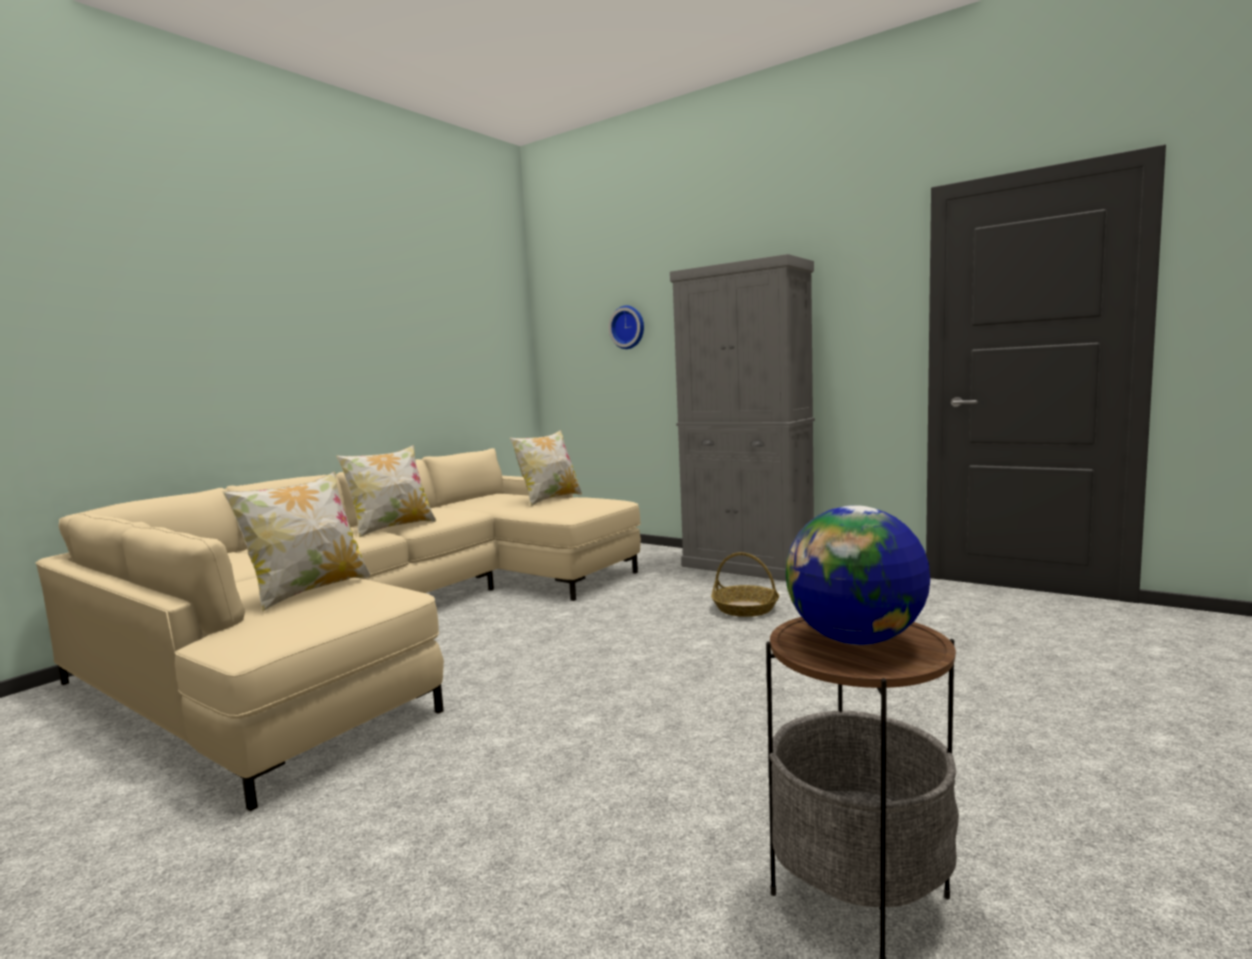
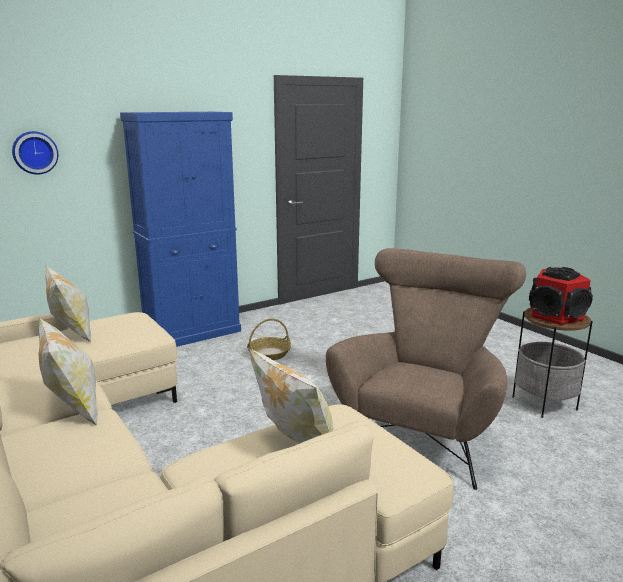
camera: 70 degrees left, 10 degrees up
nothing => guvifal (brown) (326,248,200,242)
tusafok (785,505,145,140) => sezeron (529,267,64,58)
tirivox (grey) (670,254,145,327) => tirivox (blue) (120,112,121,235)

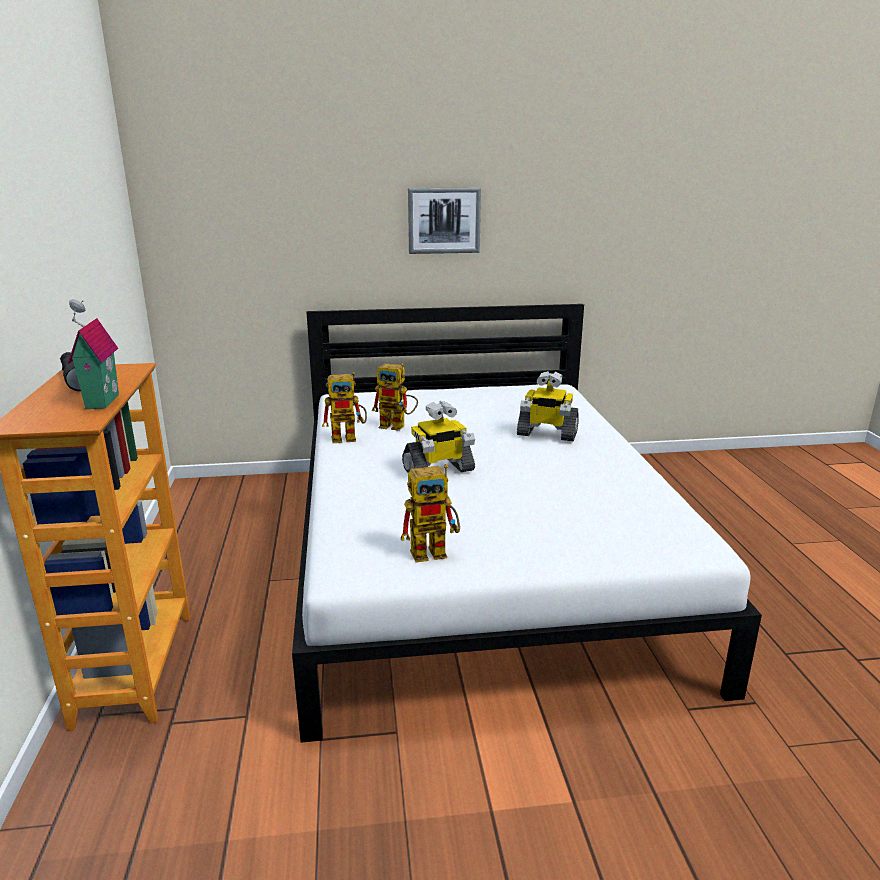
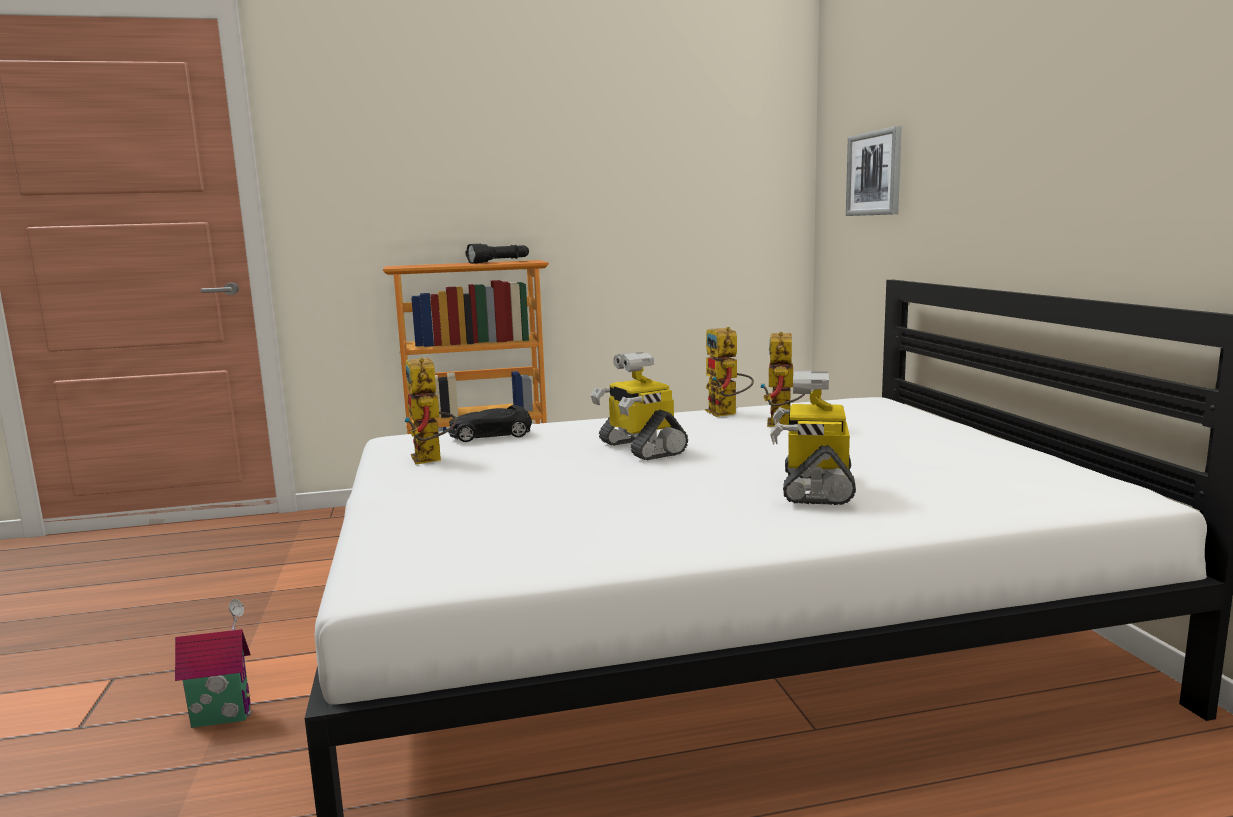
camera: 85 degrees right, 10 degrees down
nothing => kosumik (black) (448,405,84,37)
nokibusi (68,300,51,109) => nokibusi (175,599,77,129), relocated
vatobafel (408,188,73,66) => vatobafel (846,126,56,90), relocated

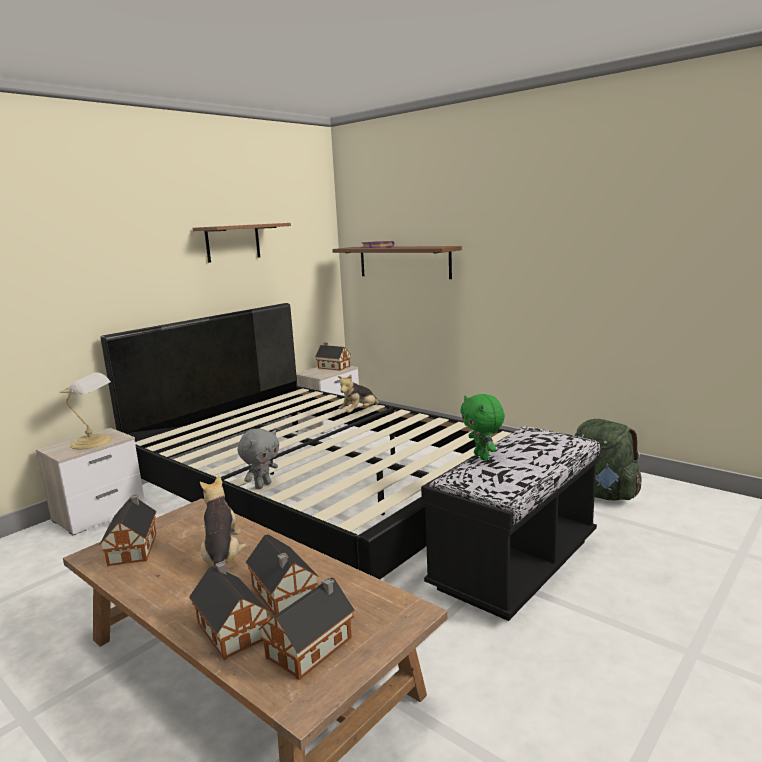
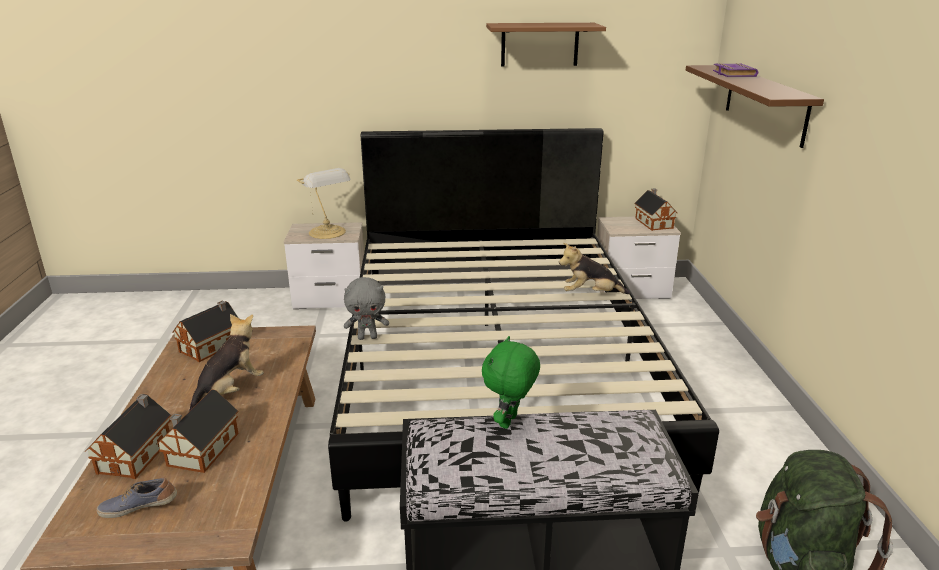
camera: 45 degrees right, 10 degrees up
nokibusi (258,577,97,103) => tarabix (96,477,81,41)

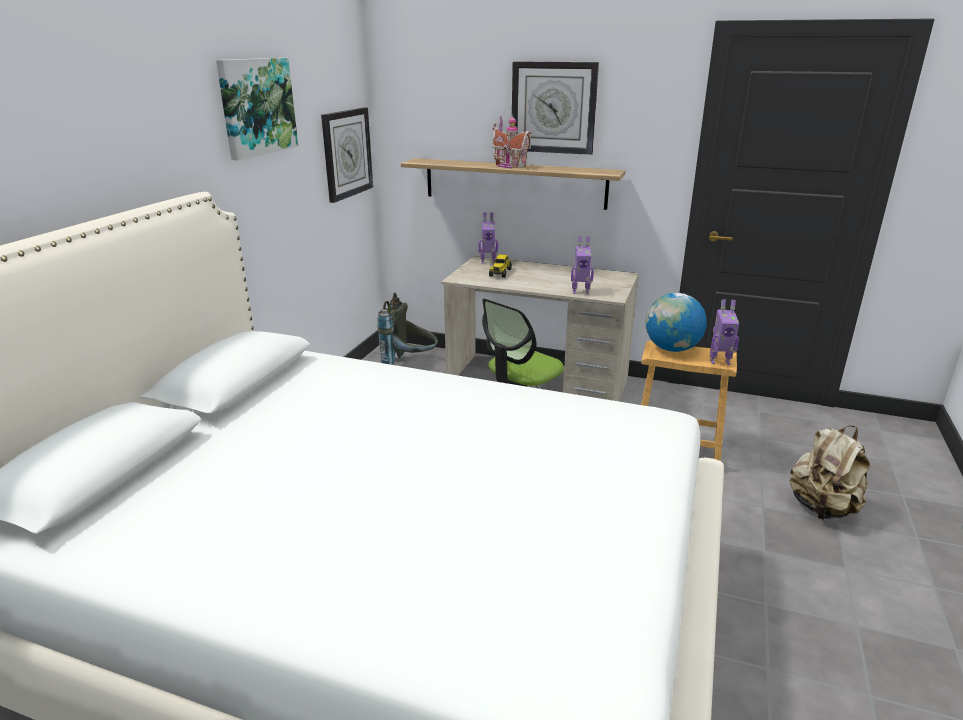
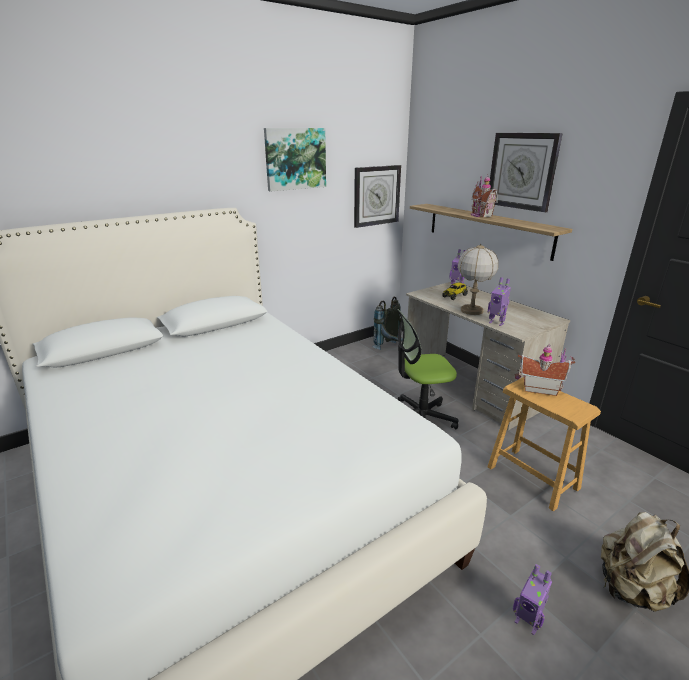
camera: 35 degrees right, 0 degrees up
nothing => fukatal (458,244,41,71)
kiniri (710,299,29,66) => kiniri (513,564,39,71), relocated
tusafok (645,293,62,59) => nokibusi (515,344,60,52)

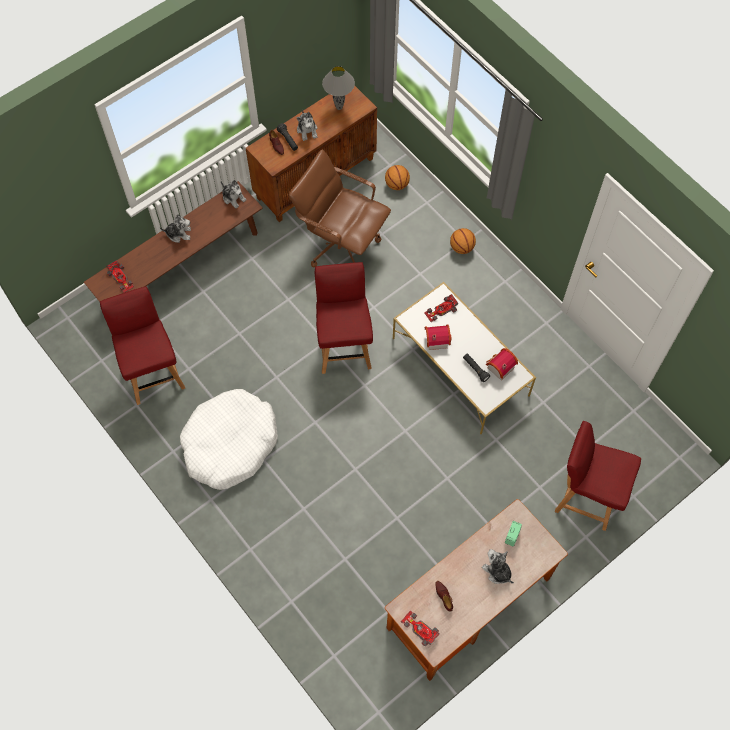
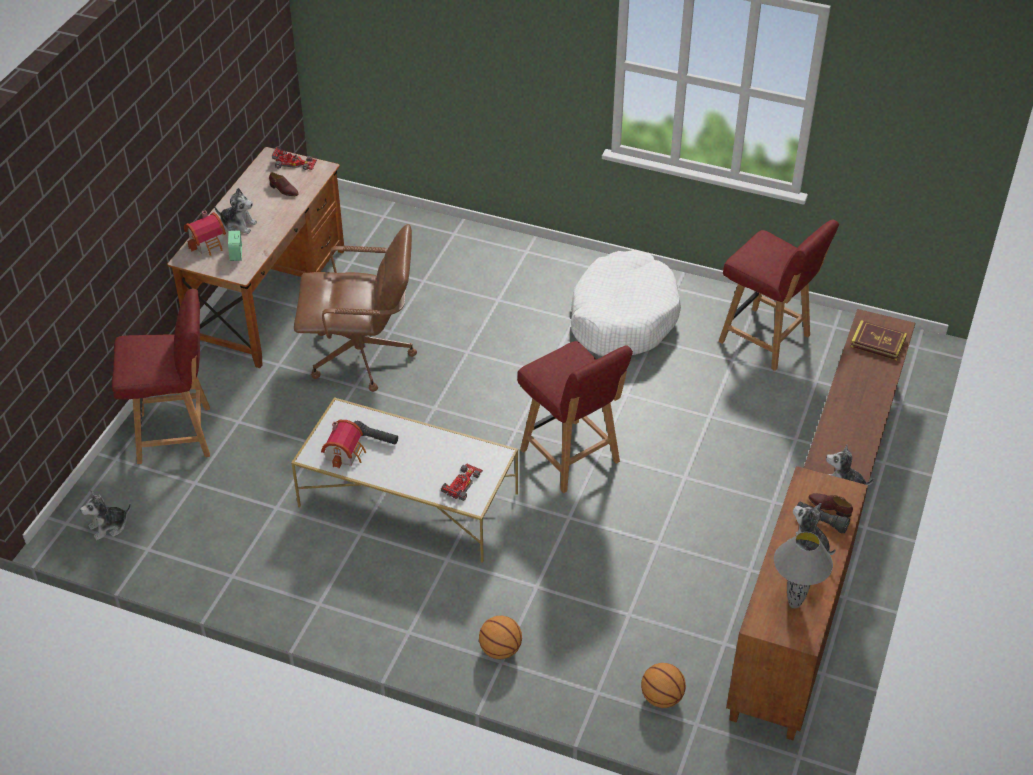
camera: 150 degrees right, 20 degrees down
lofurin (160,214,31,29) => lofurin (80,490,51,50), relocated
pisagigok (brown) (289,149,102,118) => pisagigok (brown) (294,224,123,168), relocated
nokibusi (425,324,26,26) => nokibusi (184,210,42,46), relocated
kosumik (107,260,27,33) => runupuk (850,320,57,40)

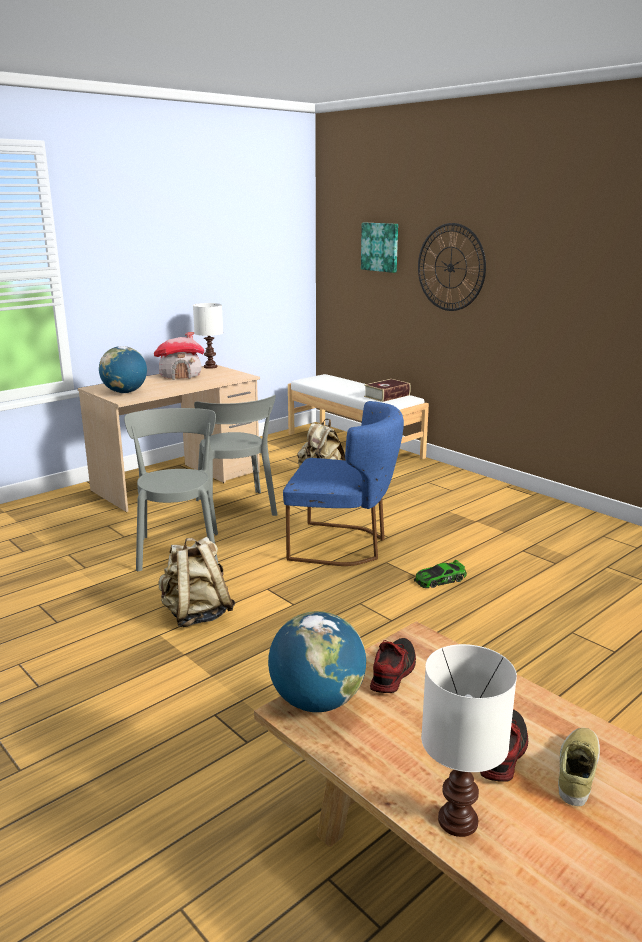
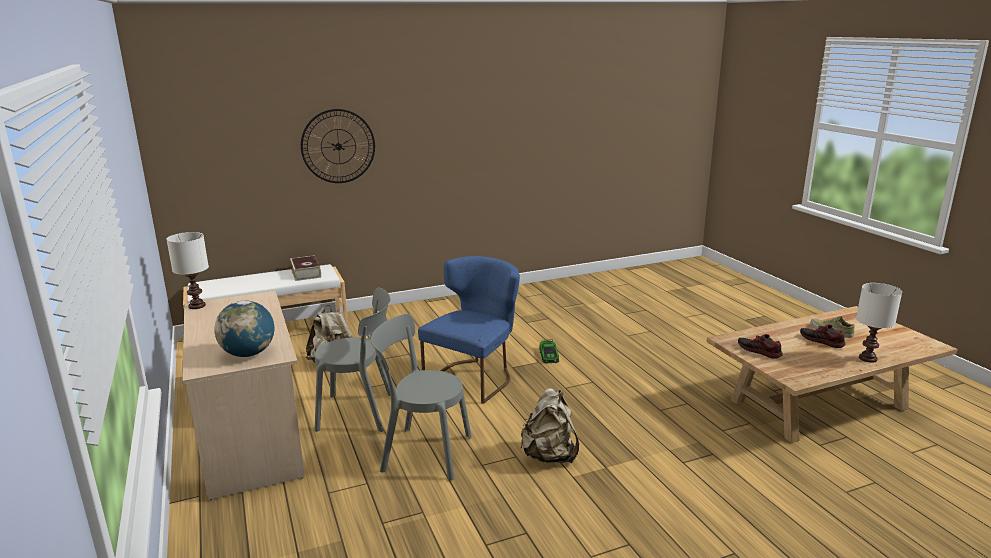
camera: 70 degrees left, 0 degrees up
nokibusi (154,332,50,48) => nothing
tusafok (268,611,98,101) => nothing
vatobafel (361,223,37,50) => nothing

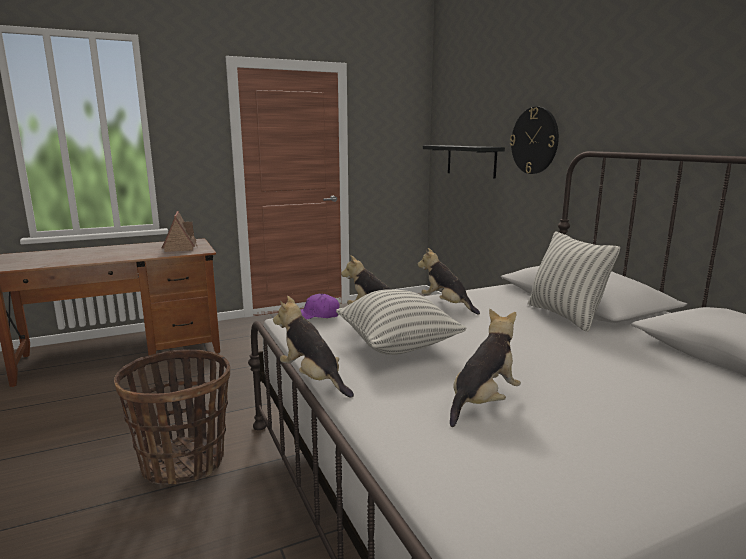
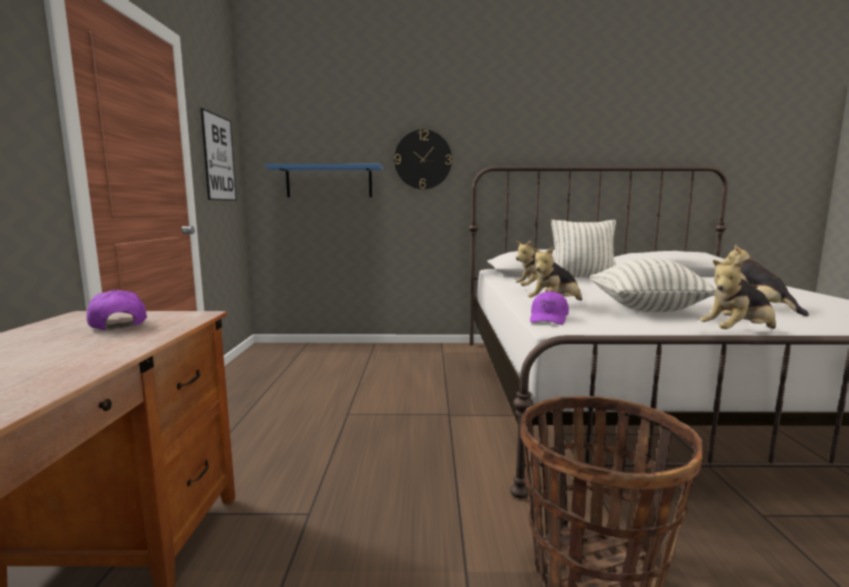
camera: 65 degrees left, 5 degrees down
nothing => vatobafel (200,108,37,93)
nokibusi (162,211,35,41) => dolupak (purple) (87,290,60,40)
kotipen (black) (423,145,82,34) => kotipen (blue) (265,164,118,33)

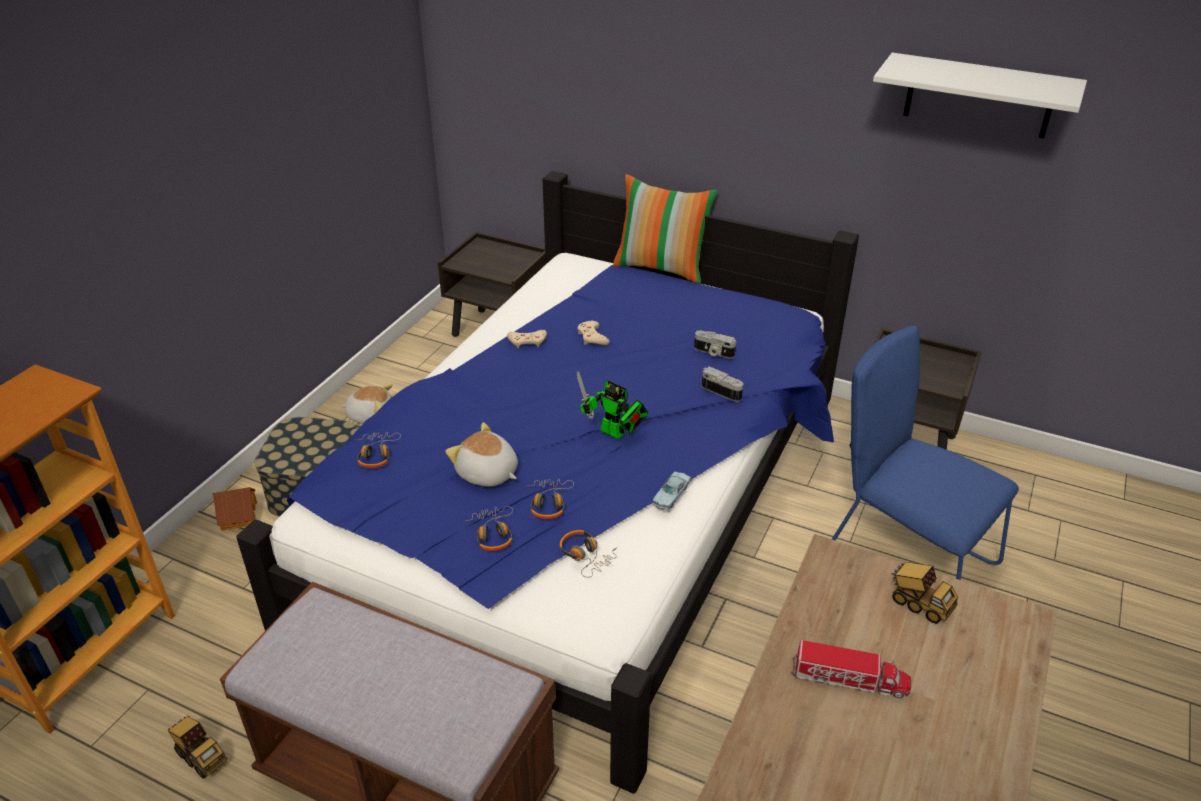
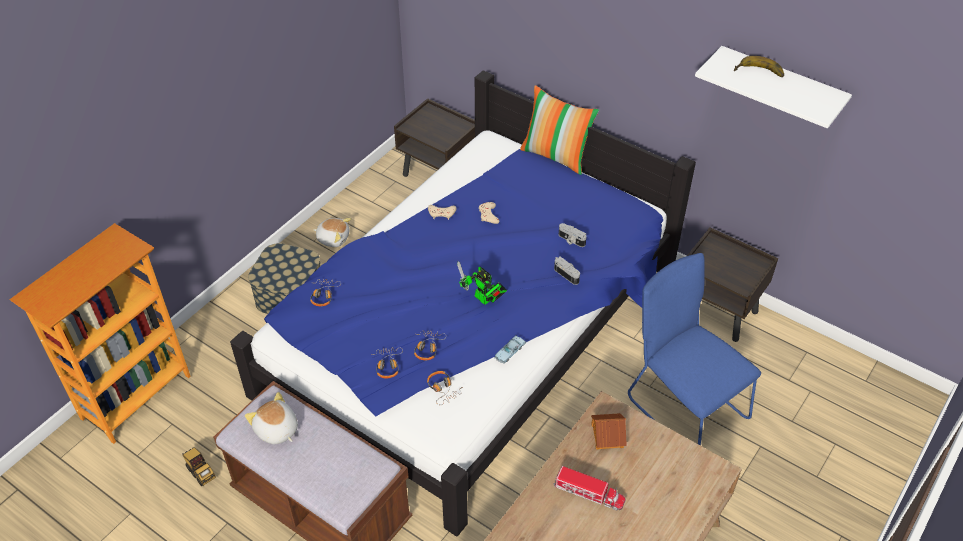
camera: 10 degrees right, 10 degrees up
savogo (892,562,66,62) => nothing
nothing => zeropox (734,56,50,21)
nokibusi (212,487,45,44) => nokibusi (591,413,36,37), relocated
lofurin (446,422,72,65) => lofurin (245,392,53,52), relocated

